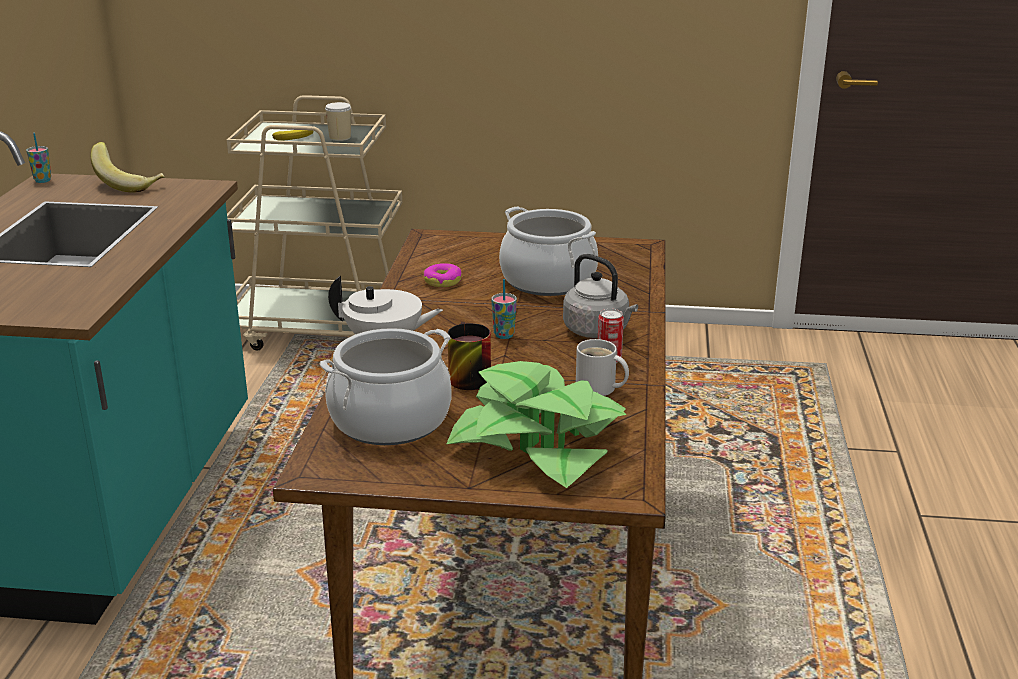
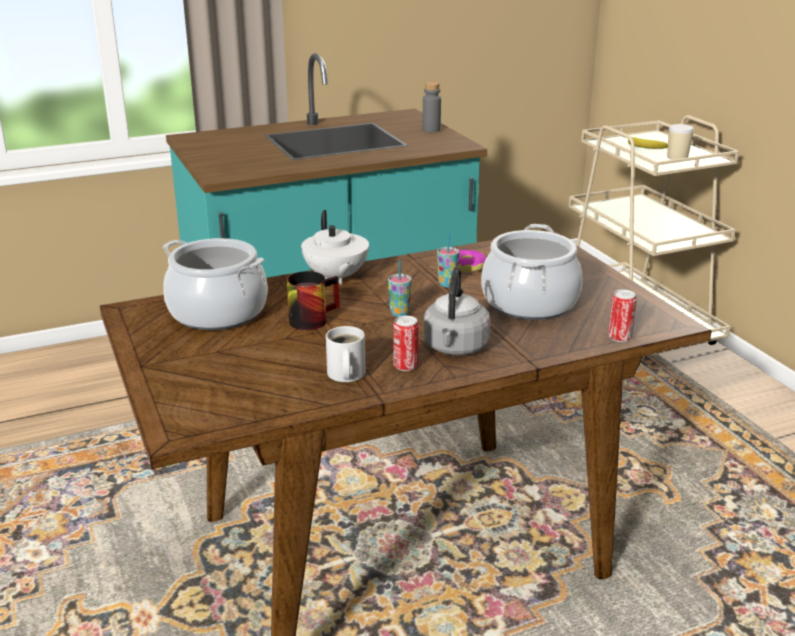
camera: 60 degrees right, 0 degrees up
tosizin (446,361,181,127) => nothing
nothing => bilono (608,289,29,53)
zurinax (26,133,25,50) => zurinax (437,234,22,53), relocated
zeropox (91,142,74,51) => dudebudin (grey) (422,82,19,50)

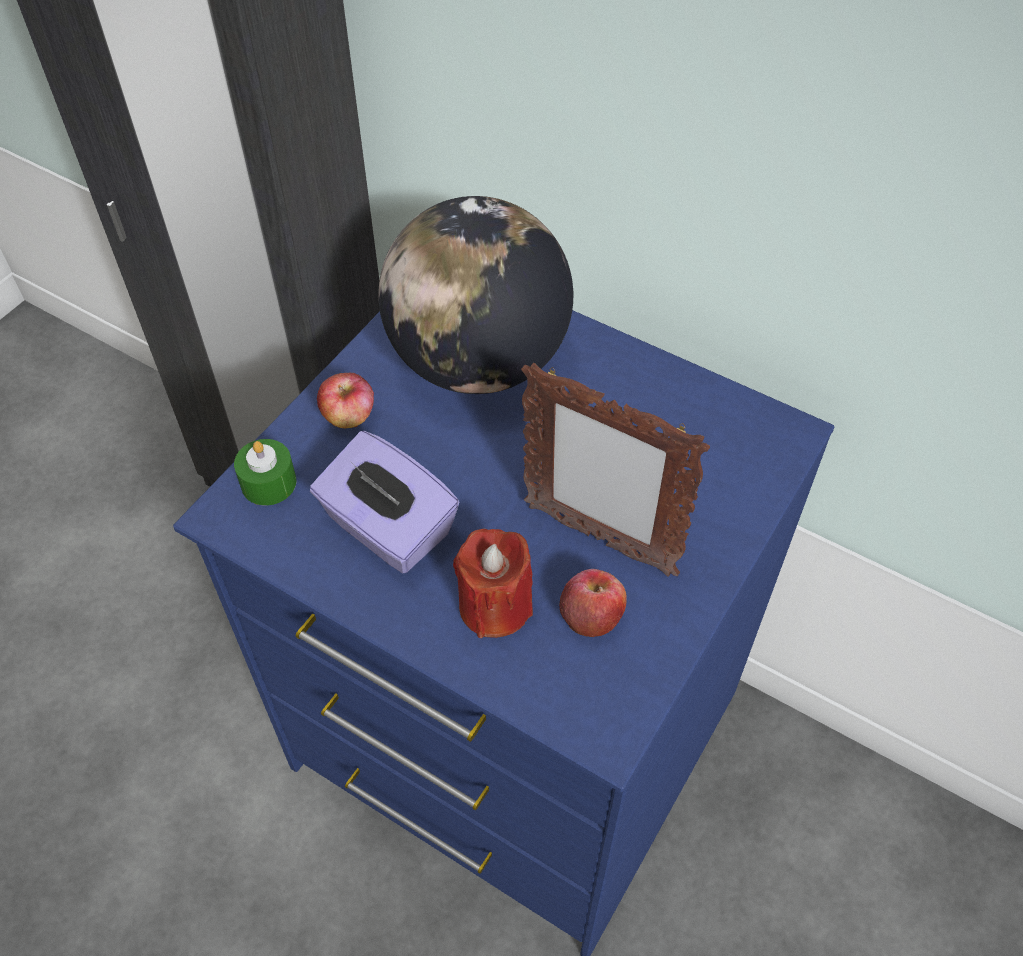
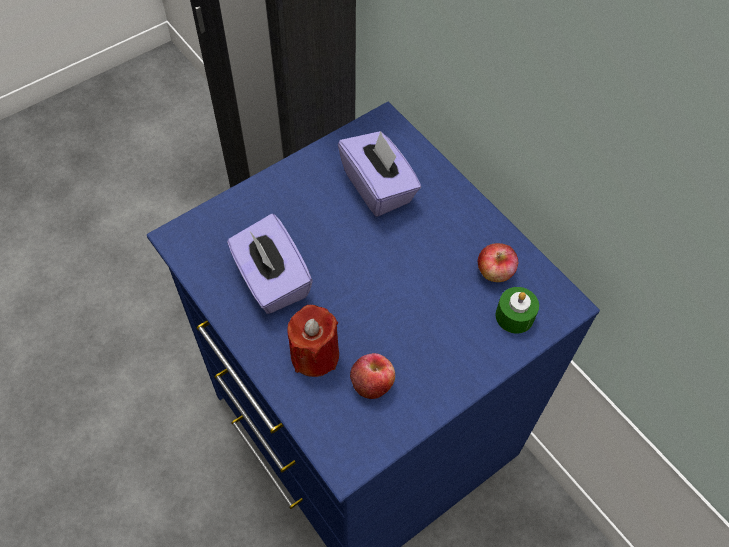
camera: 20 degrees right, 5 degrees up
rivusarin (521,363,189,213) => nothing
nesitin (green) (234,439,63,66) => nesitin (green) (495,287,44,47), relocated
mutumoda (317,373,57,55) => mutumoda (478,243,41,39), relocated
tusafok (378,196,195,198) => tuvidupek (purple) (338,131,83,86)

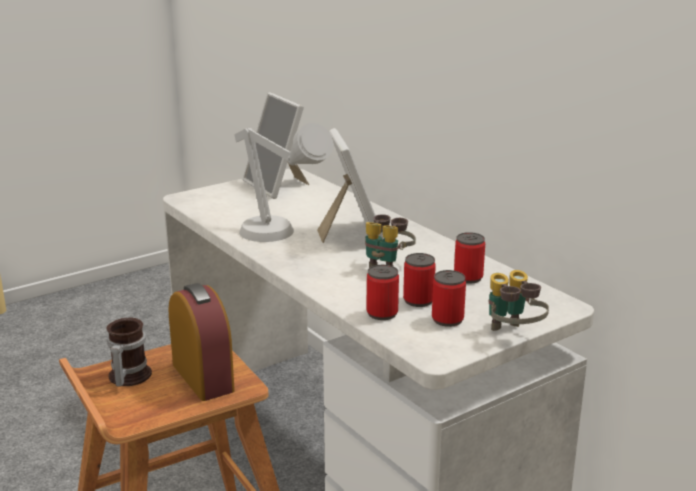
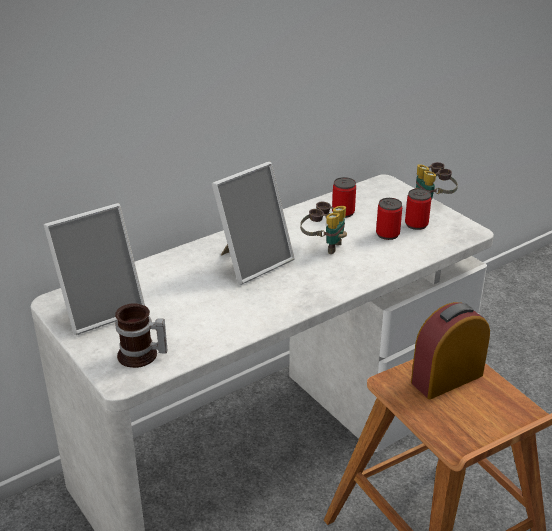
camera: 90 degrees left, 10 degrees up
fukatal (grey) (234,123,99,119) => nothing
bilono (367,265,32,55) => nothing
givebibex (107,317,45,70) => givebibex (115,303,52,65), relocated
rivusarin (317,128,67,115) => rivusarin (212,162,82,123), 150 degrees clockwise

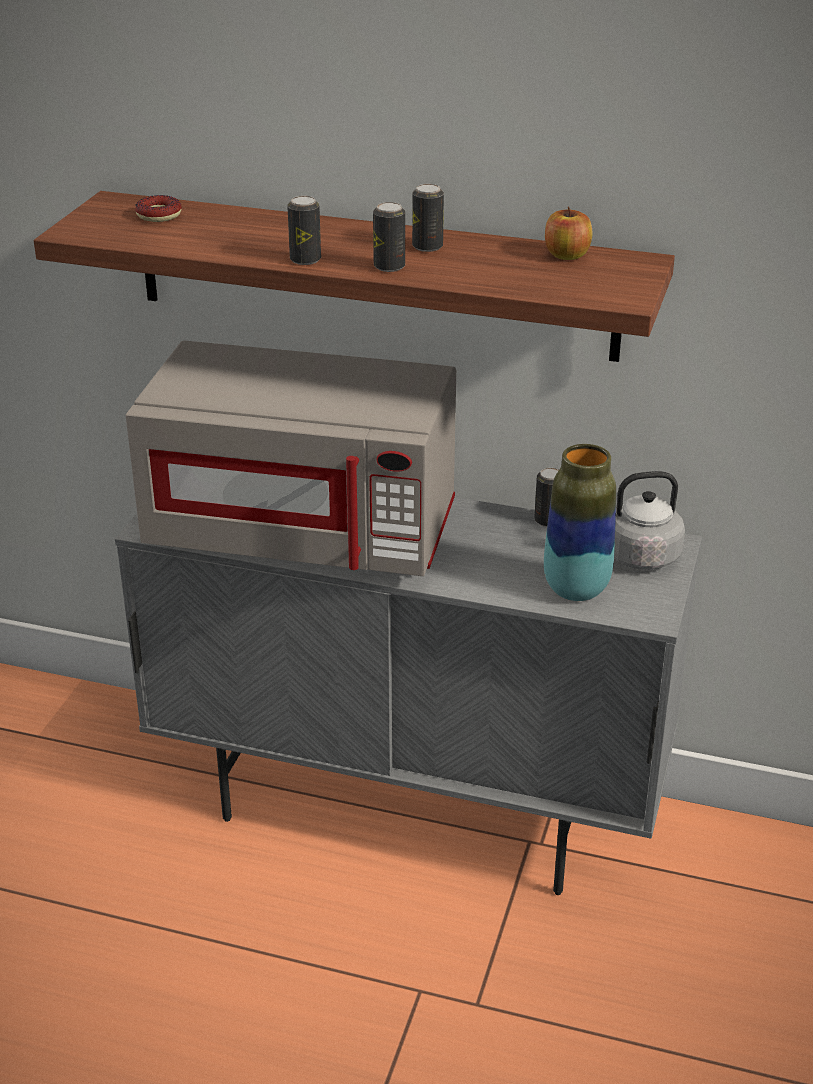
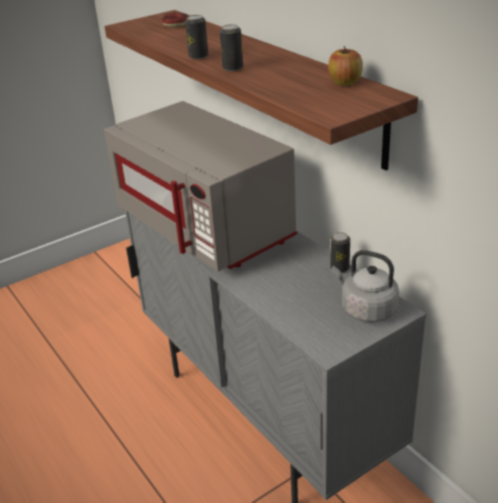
camera: 40 degrees right, 0 degrees up
bilono (412,184,32,68) => nothing
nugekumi (544,444,72,157) => nothing

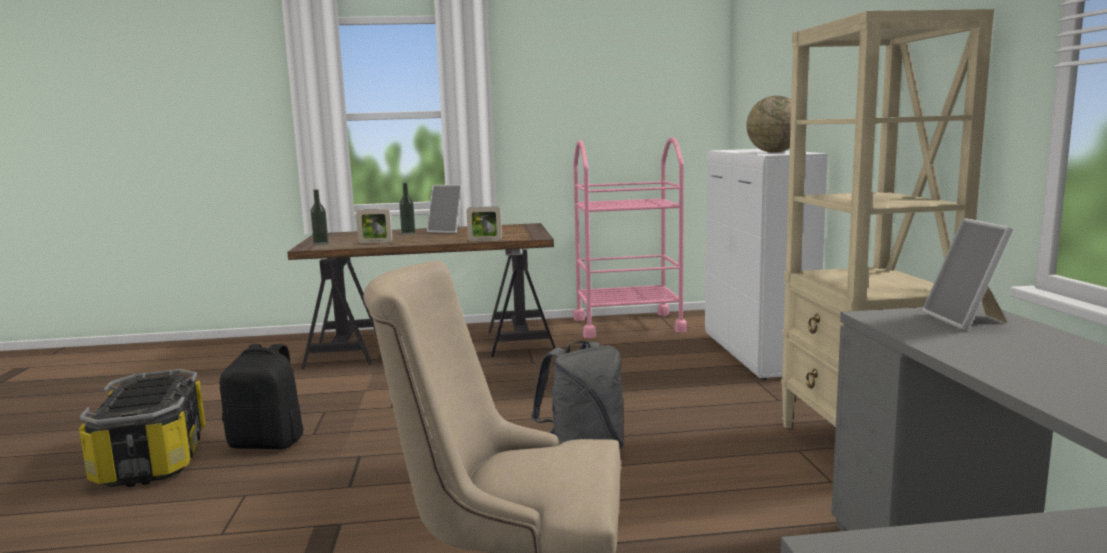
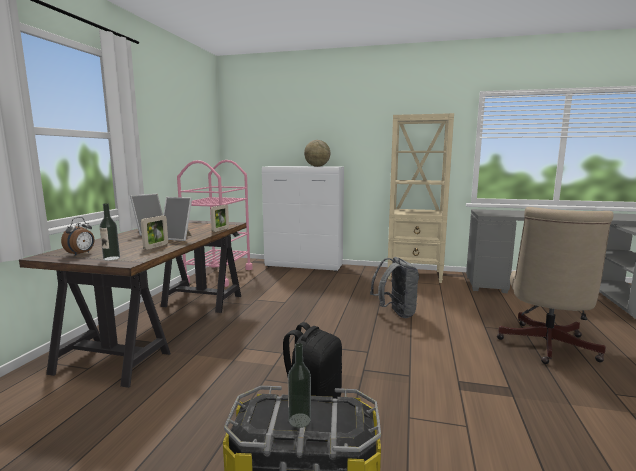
camera: 70 degrees left, 0 degrees up
nothing => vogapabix (61,217,33,39)
dudebudin (399,183,16,52) => dudebudin (288,343,23,85), relocated
rivusarin (922,218,92,113) => rivusarin (163,197,29,44), relocated

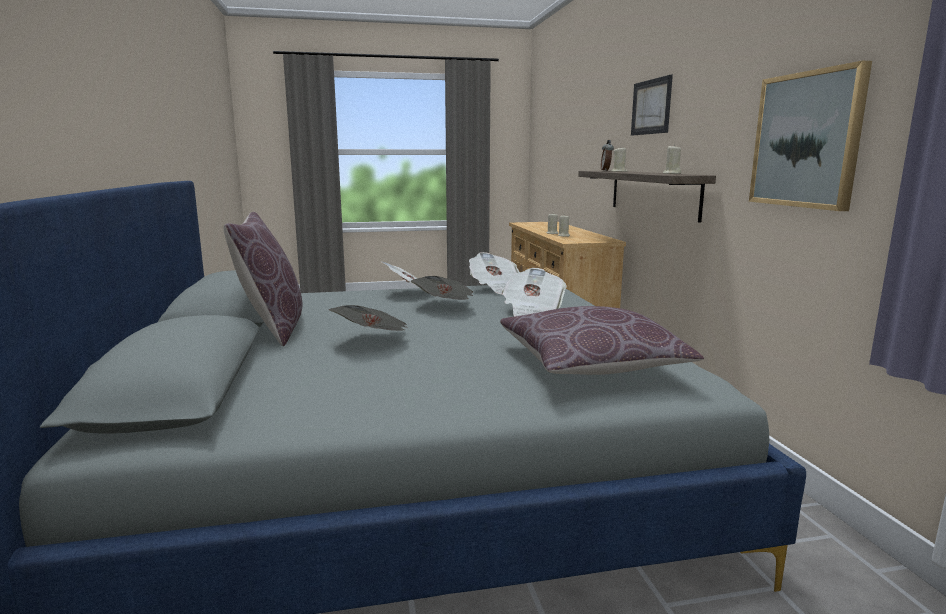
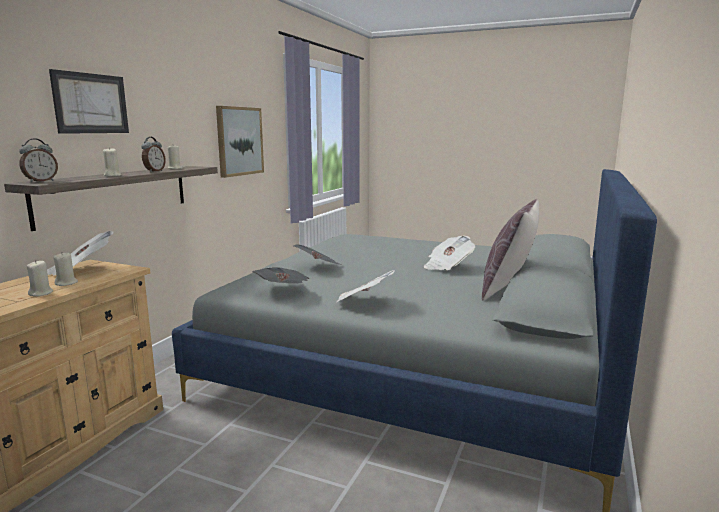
camera: 145 degrees left, 0 degrees up
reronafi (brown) (500,306,204,69) => nothing
nothing => vogapabix (141,137,25,35)
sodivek (411,276,63,24) => sodivek (47,231,67,45), relocated

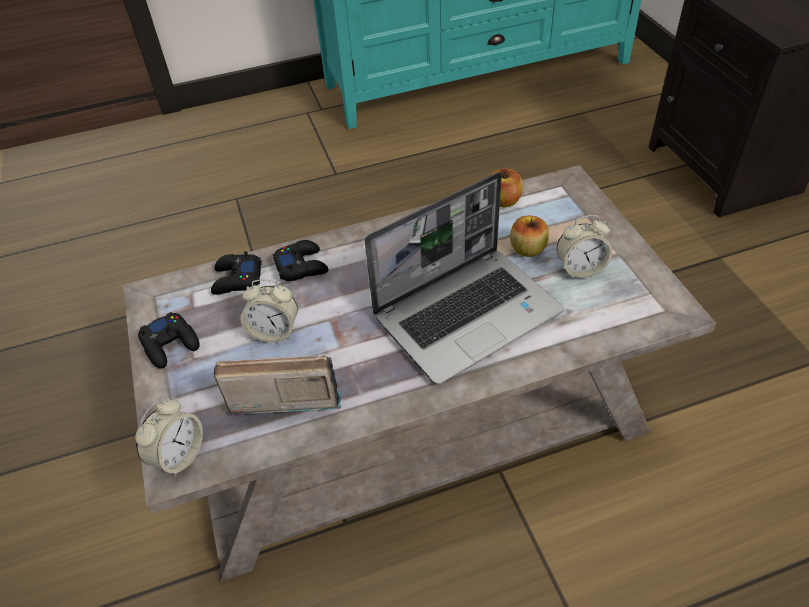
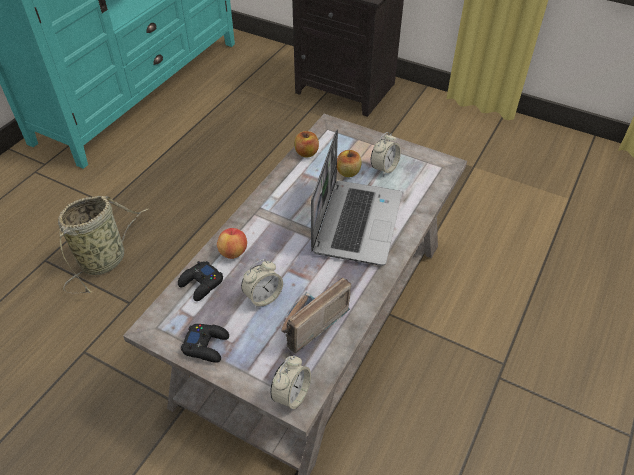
camera: 45 degrees left, 0 degrees up
nothing => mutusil (58,196,91,97)
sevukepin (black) (272,240,57,41) => mutumoda (217,228,30,31)
vogapabix (135,398,68,79) => vogapabix (270,355,41,56), 45 degrees clockwise

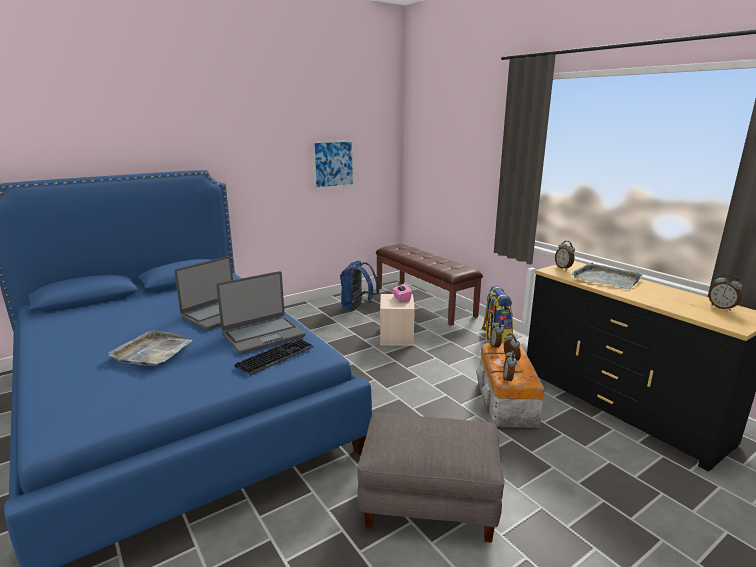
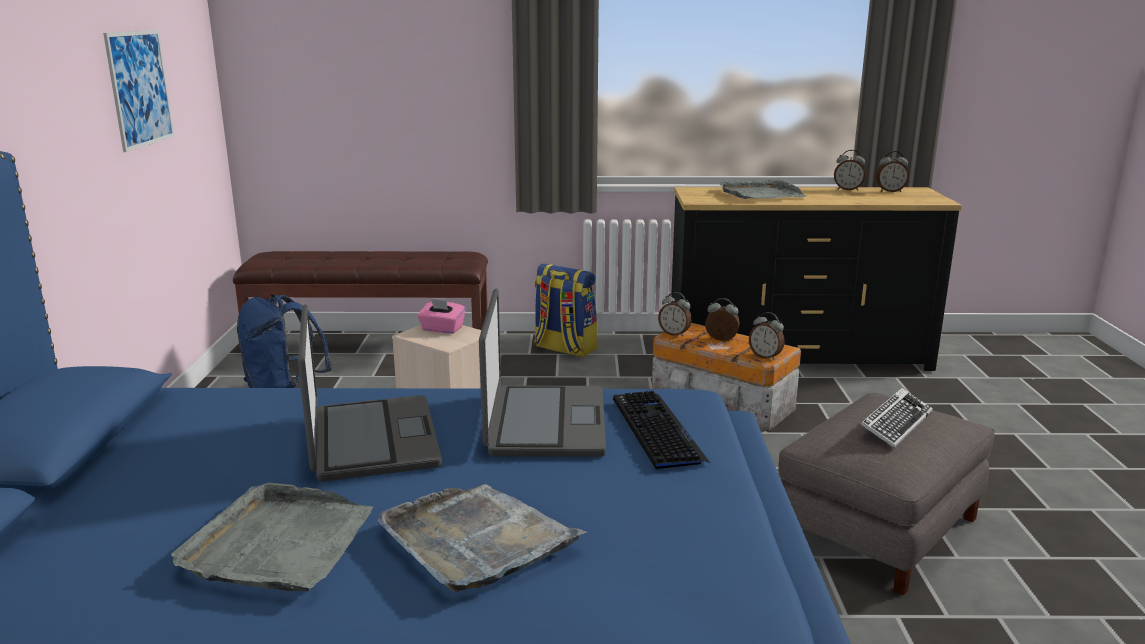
camera: 55 degrees left, 0 degrees up
nothing => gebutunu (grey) (171,482,202,110)
nothing => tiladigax (860,388,73,60)
vogapabix (555,241,20,29) => vogapabix (834,150,31,41), relocated

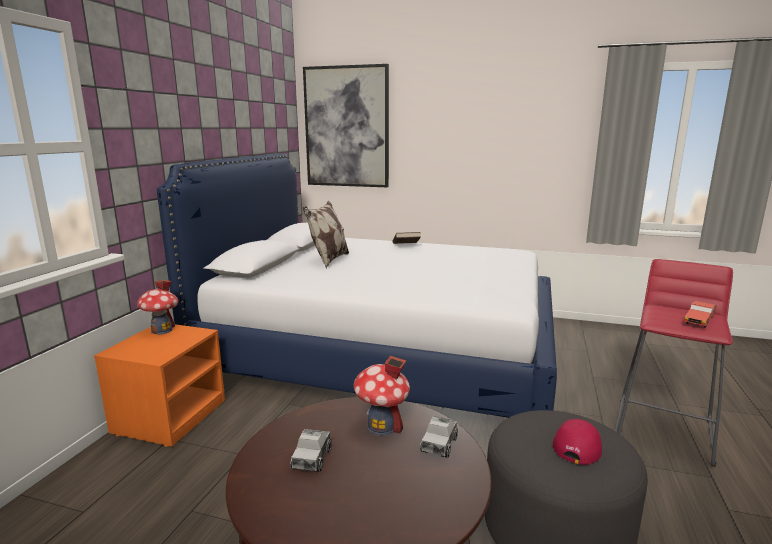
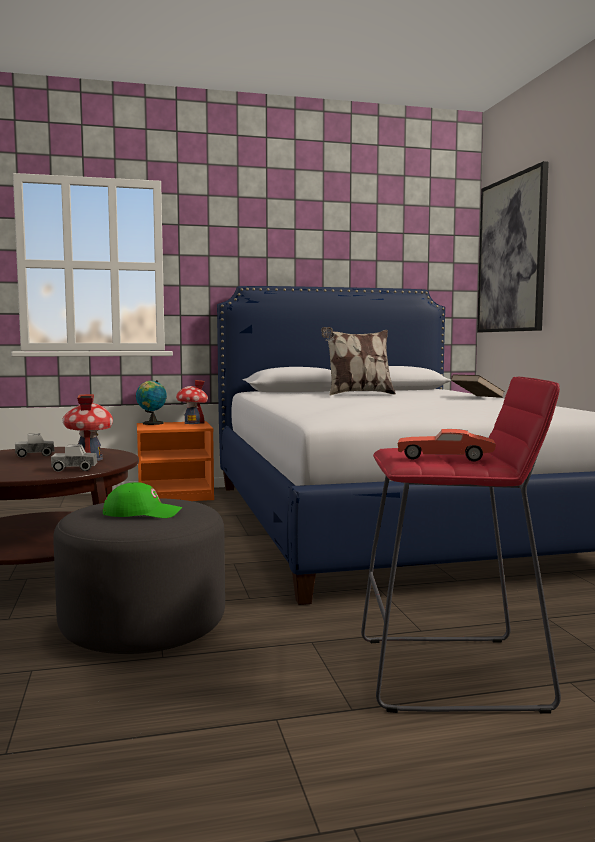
camera: 60 degrees right, 10 degrees down
nothing => tusafok (136,380,31,45)
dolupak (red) (553,419,49,46) => dolupak (green) (103,482,79,36)

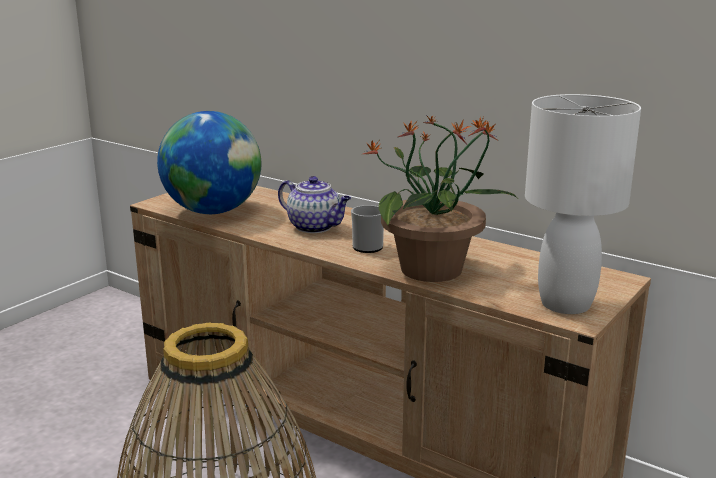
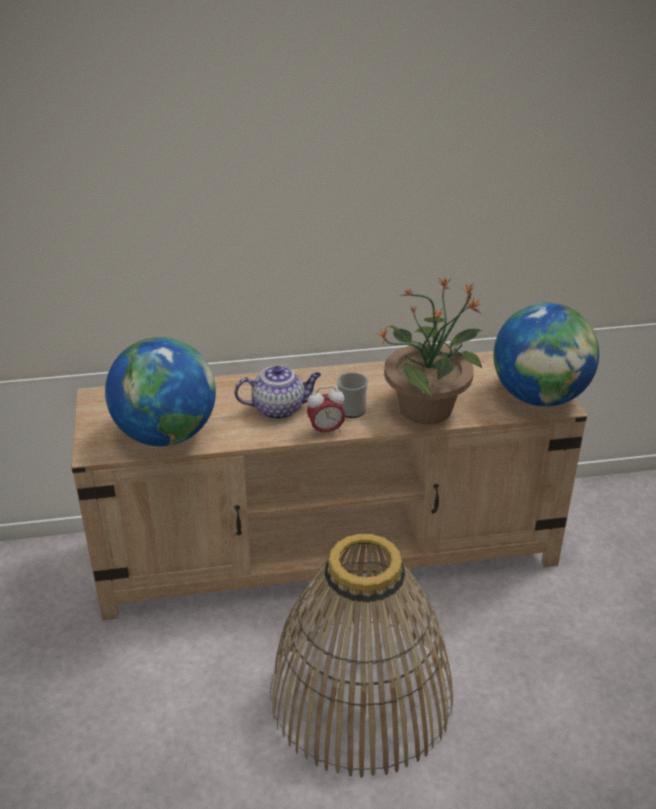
camera: 45 degrees left, 15 degrees up
nothing => vogapabix (307,387,39,50)
fukatal (white) (525,94,116,220) => tusafok (493,303,106,104)

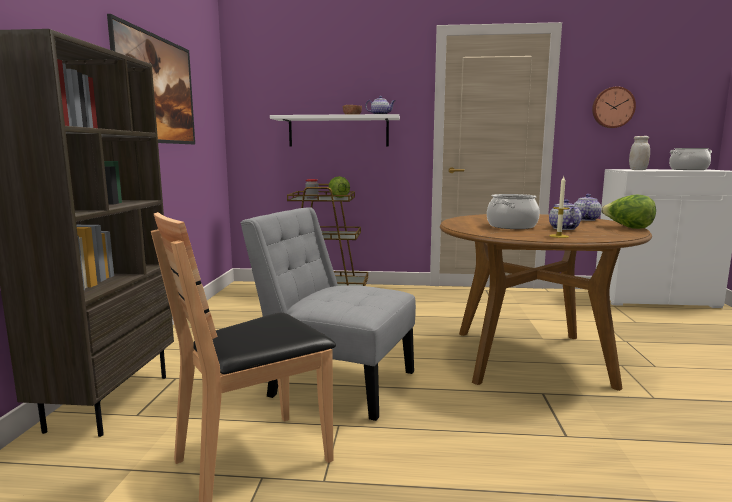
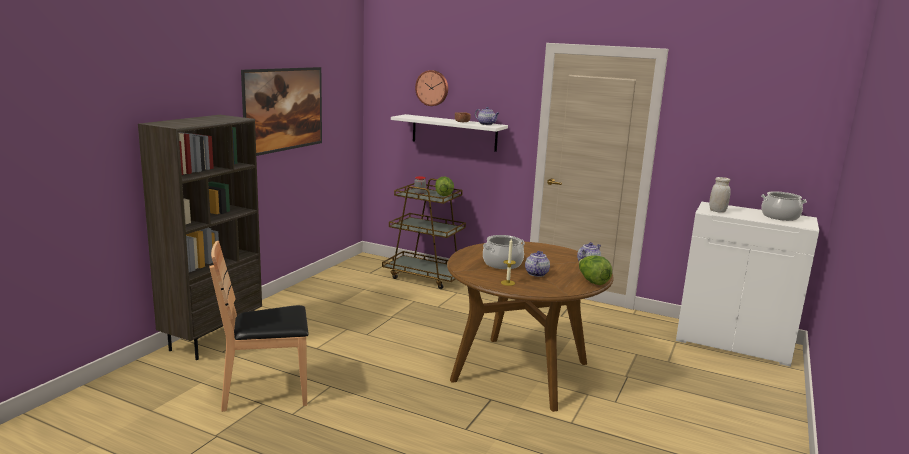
camera: 20 degrees right, 5 degrees up
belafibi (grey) (241,207,175,214) => nothing
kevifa (592,86,44,42) => kevifa (415,70,33,36), relocated

